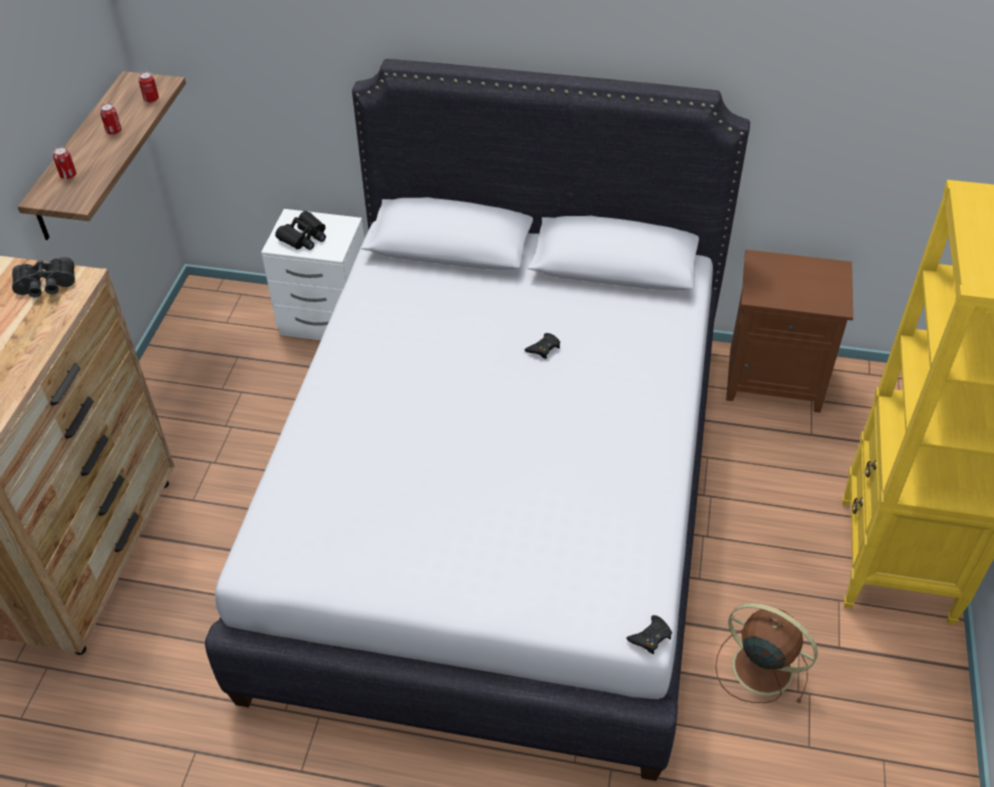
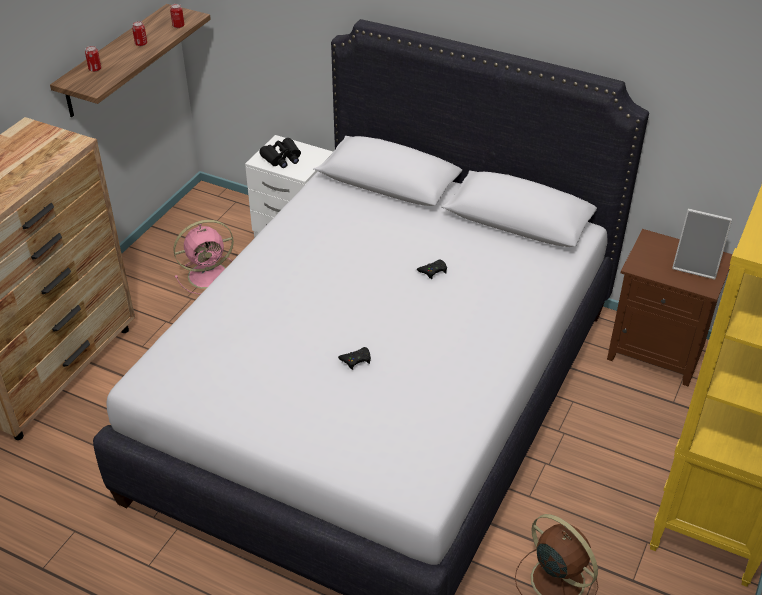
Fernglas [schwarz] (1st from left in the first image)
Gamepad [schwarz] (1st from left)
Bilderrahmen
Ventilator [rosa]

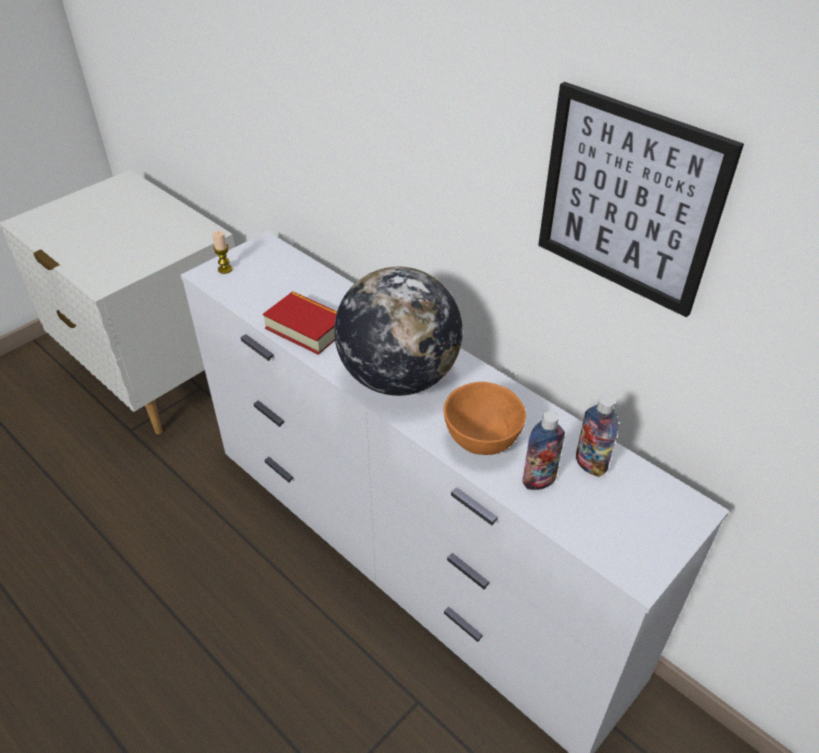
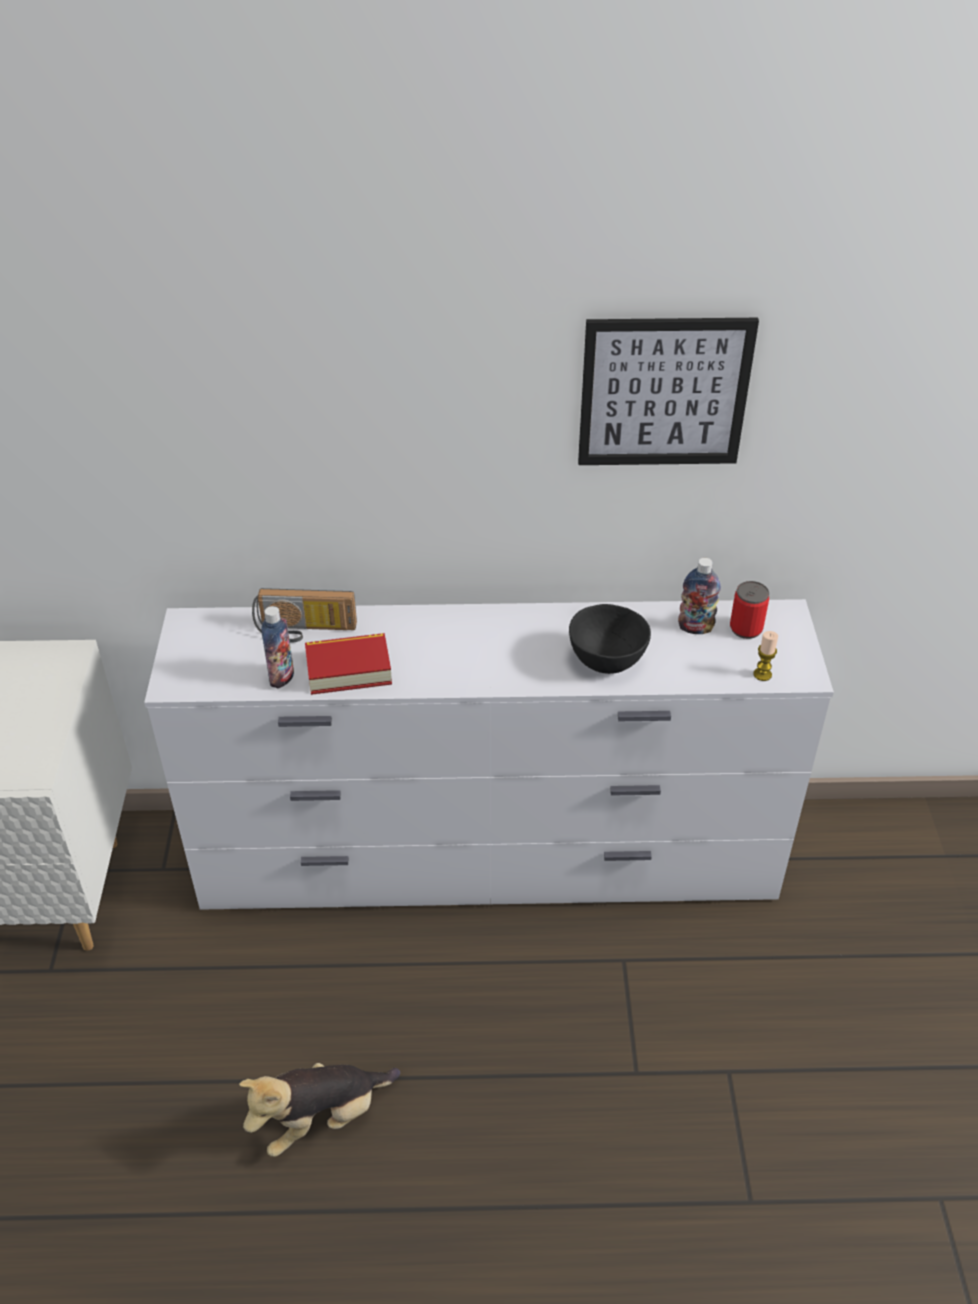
Kerze
Globus
Schüssel [schwarz]
Flasche (1st from left)
Dose
Radio
Plüschtier

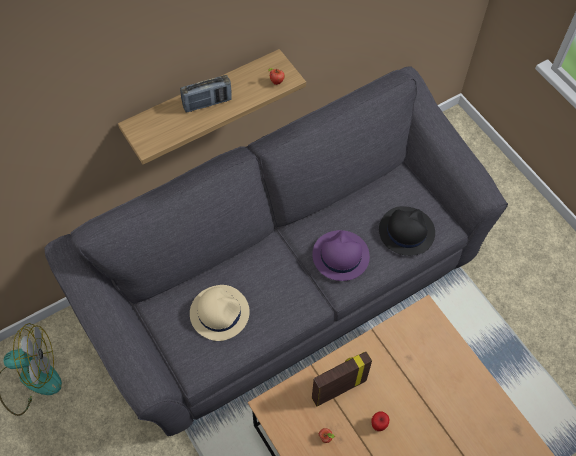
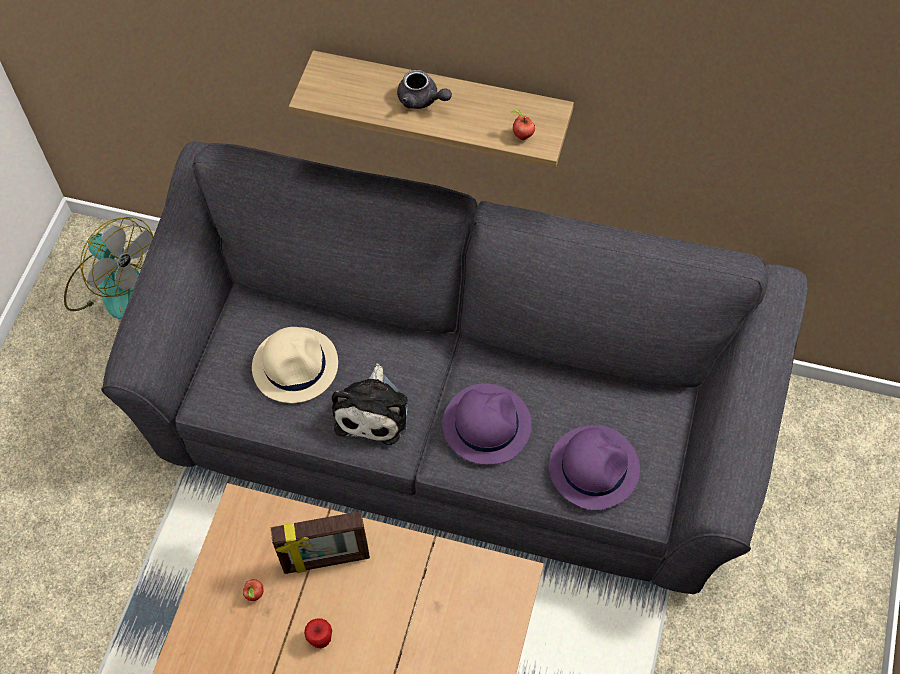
Teekanne [grau]
Hut [lila] (2nd from left)
Bilderrahmen
Plüschtier

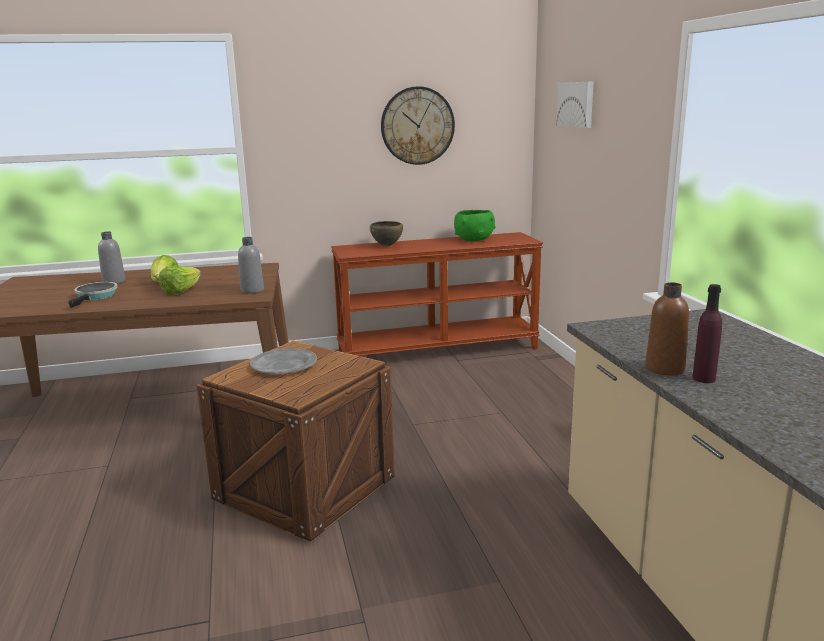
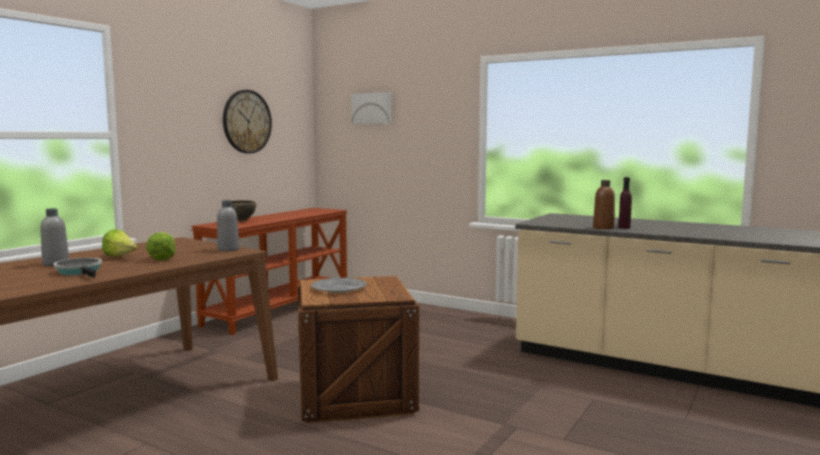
Schüssel [grün]

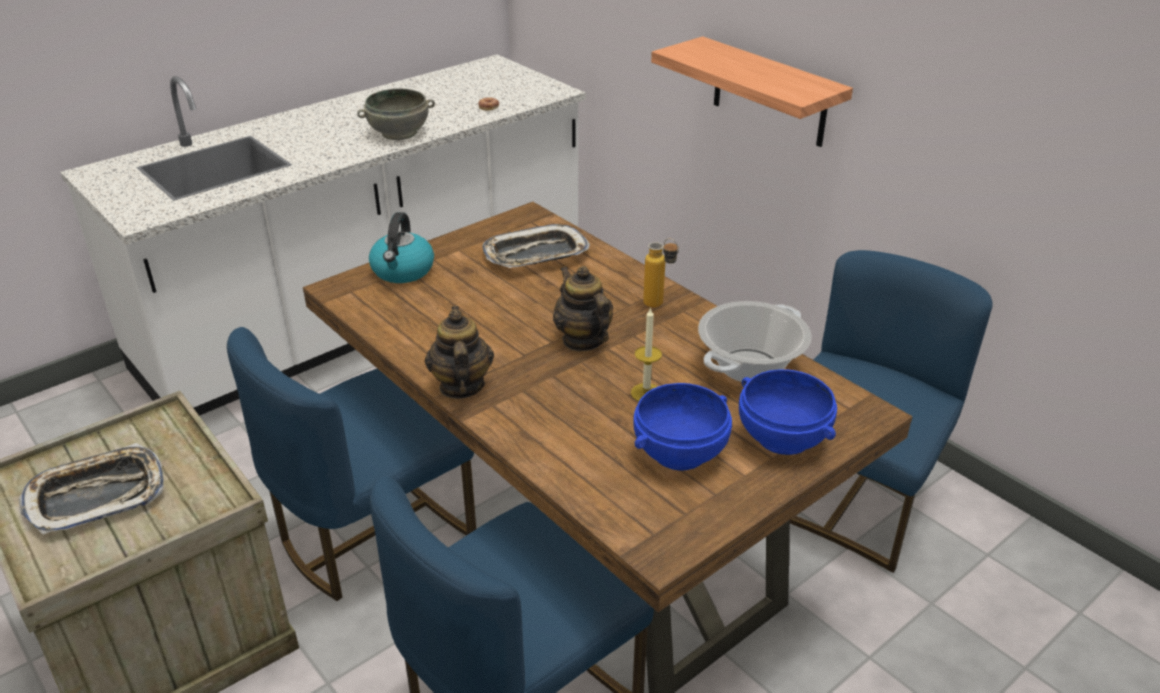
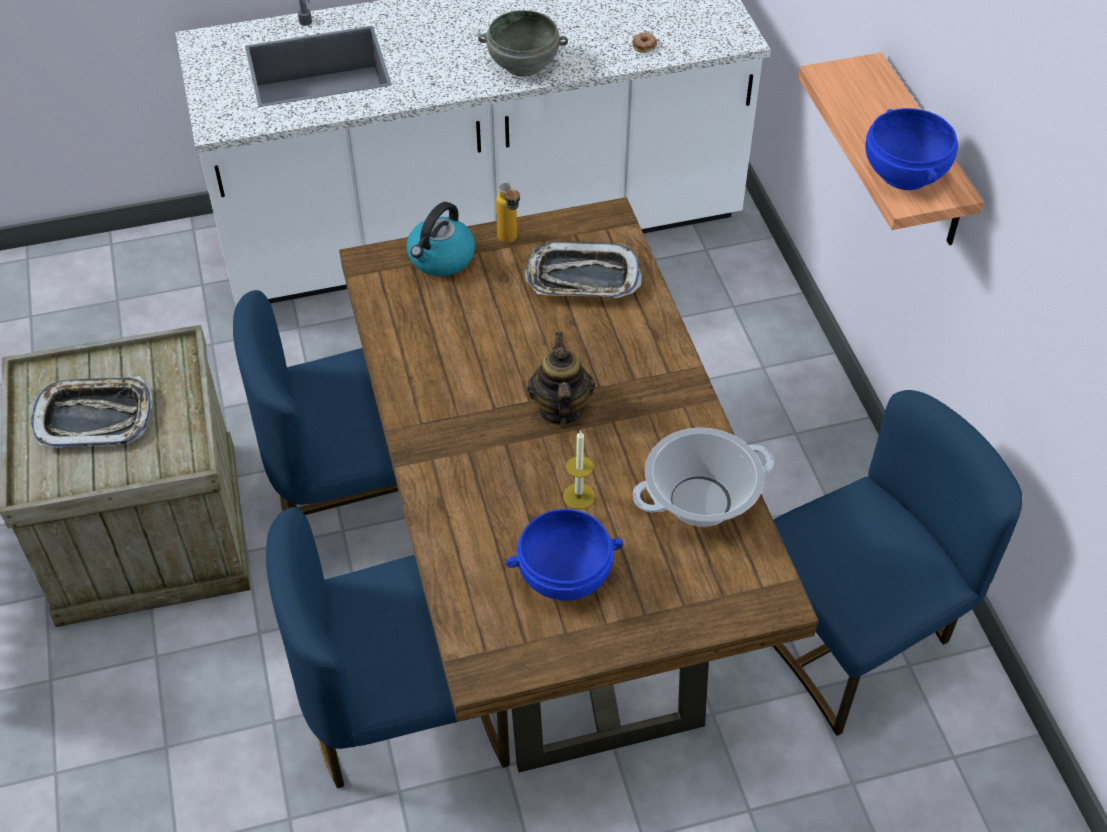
Flasche
Teekanne (1st from left in the first image)
Schüssel [blau] (2nd from left)

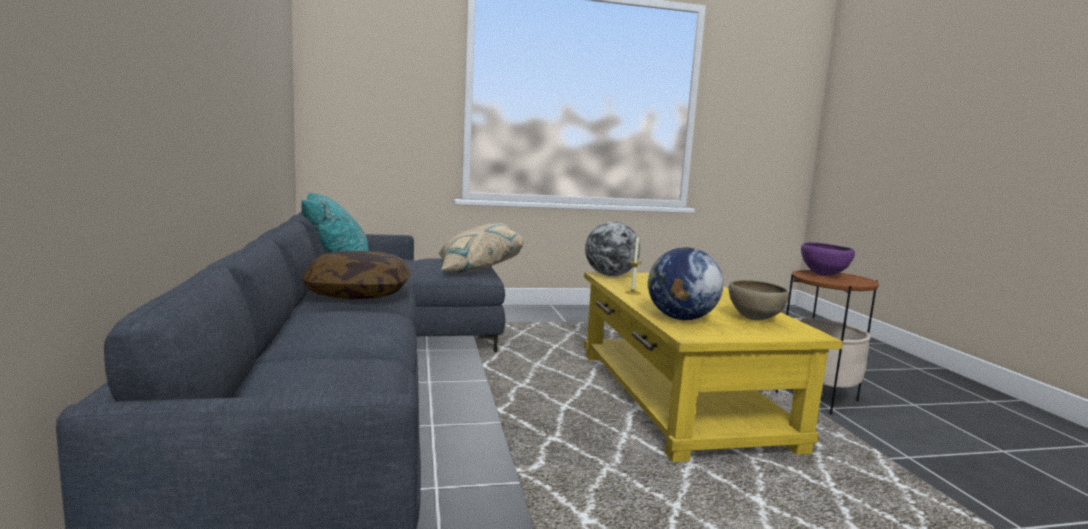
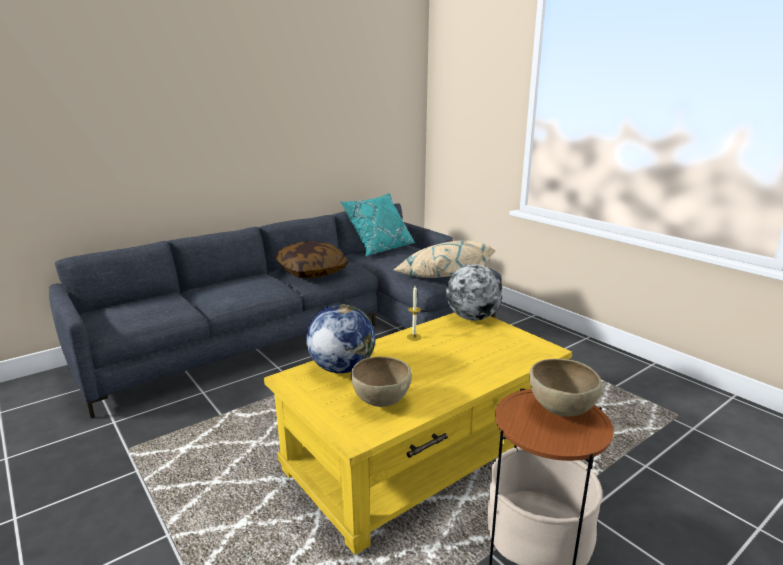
Schüssel [braun] (2nd from left)

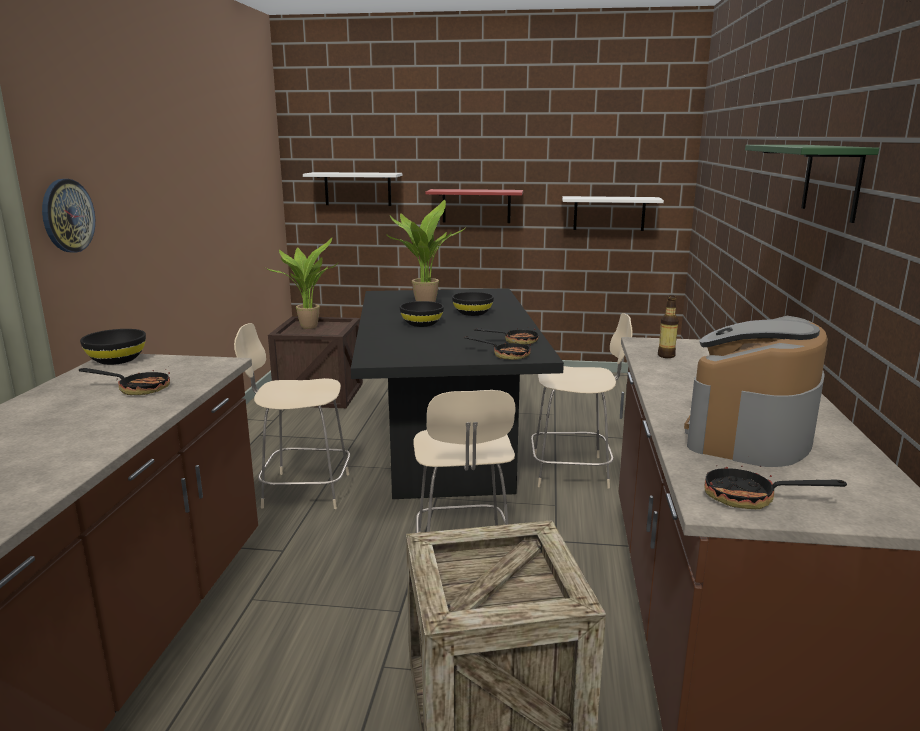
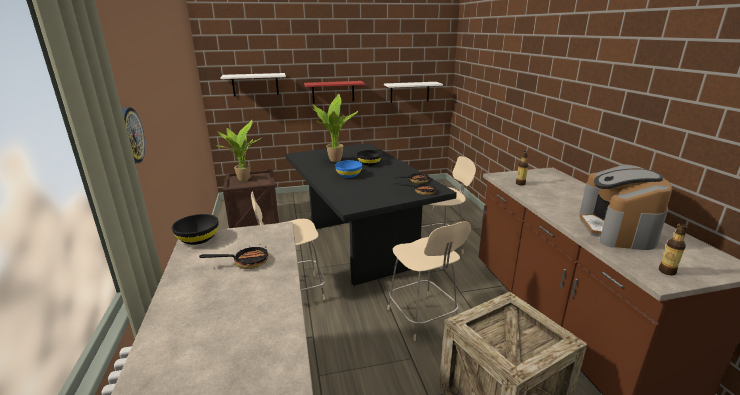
Wandregal [grün]
Schüssel [blau]
Flasche (2nd from left)

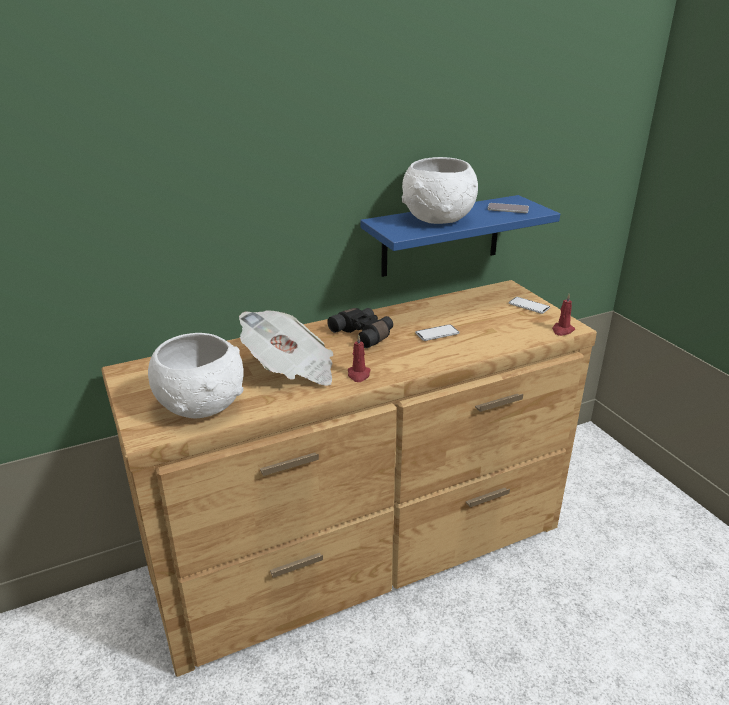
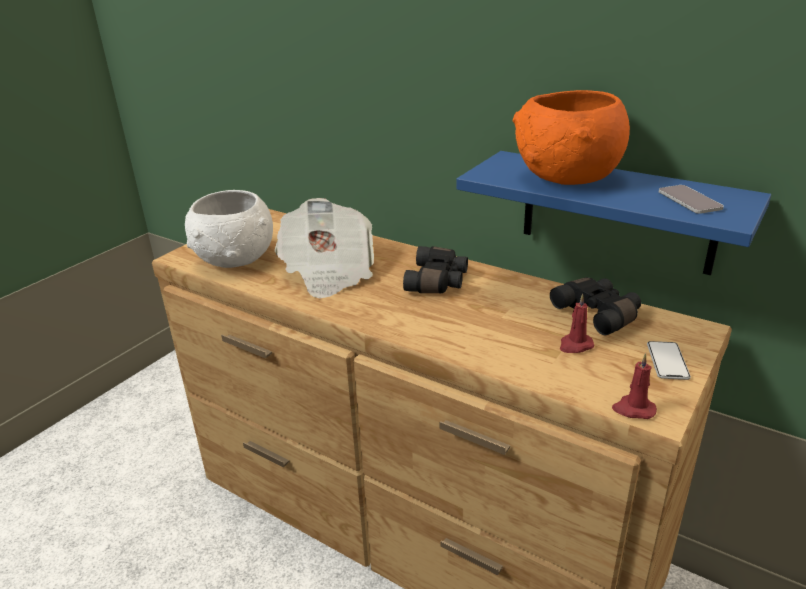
Schüssel [orange]
Handy (1st from left in the first image)
Kerze [rot] (1st from left)
Fernglas [schwarz] (2nd from left)

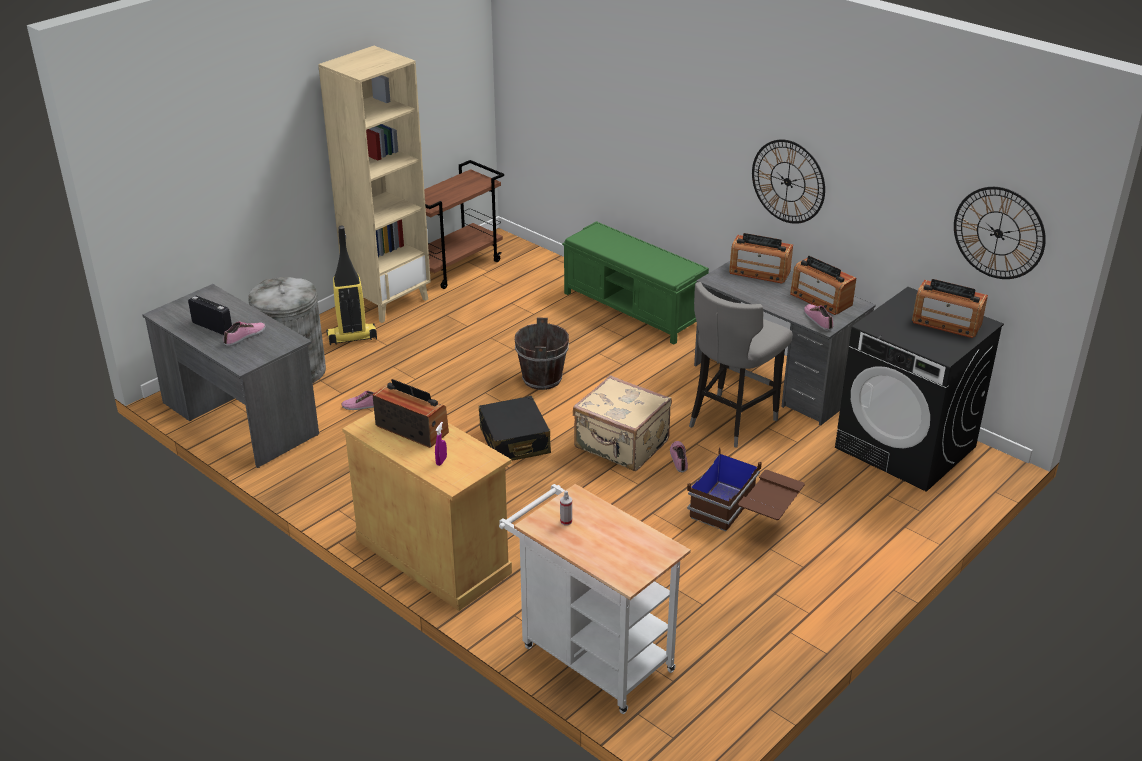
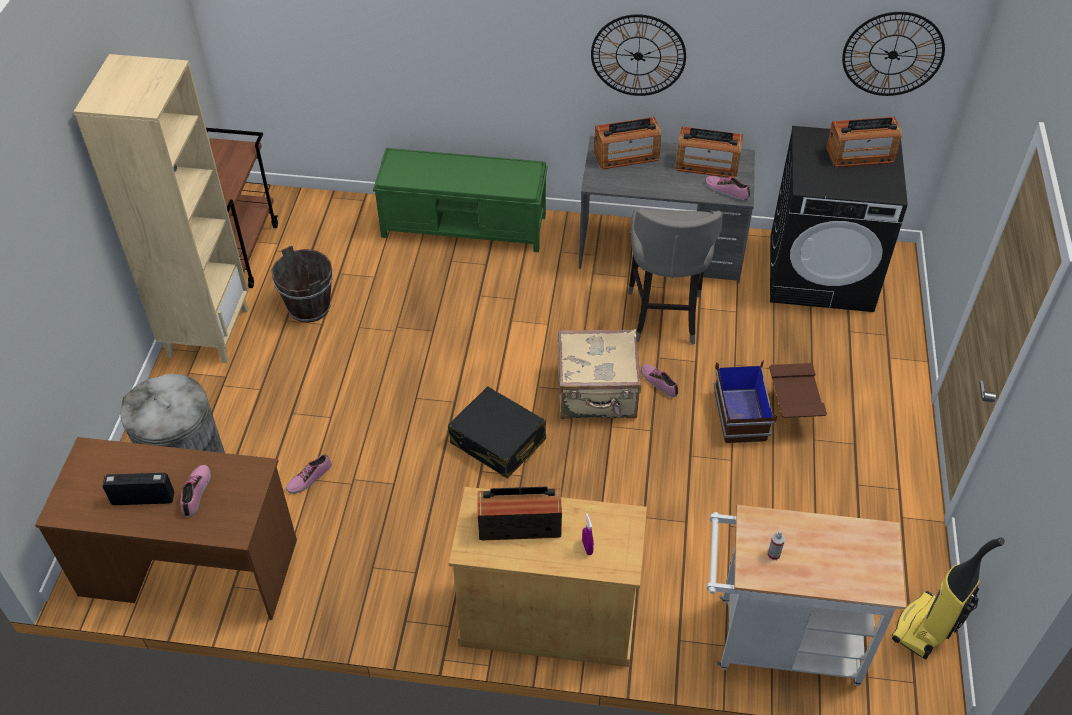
Staubsauger
Schreibtisch [braun]
Eimer [braun]

